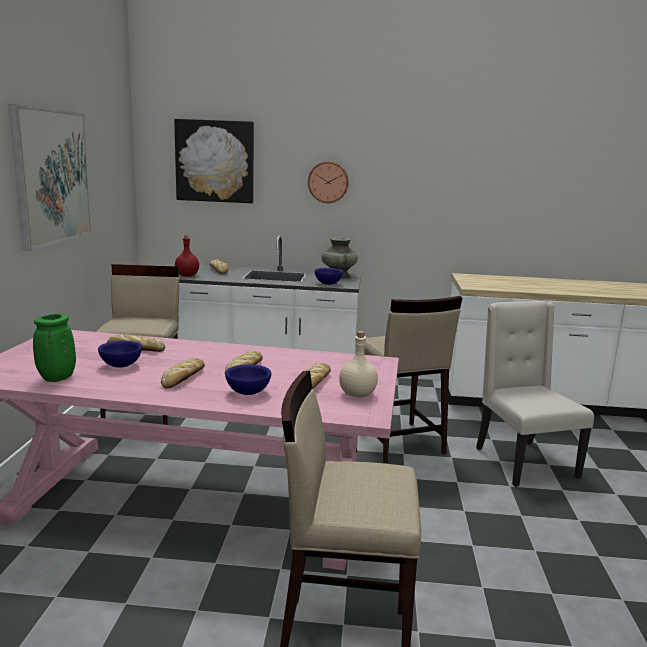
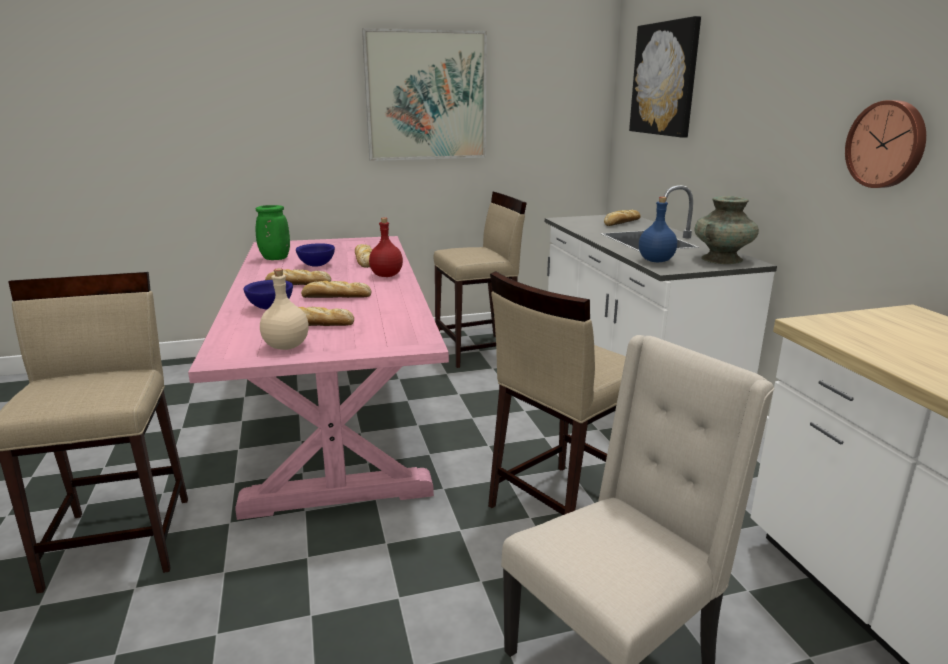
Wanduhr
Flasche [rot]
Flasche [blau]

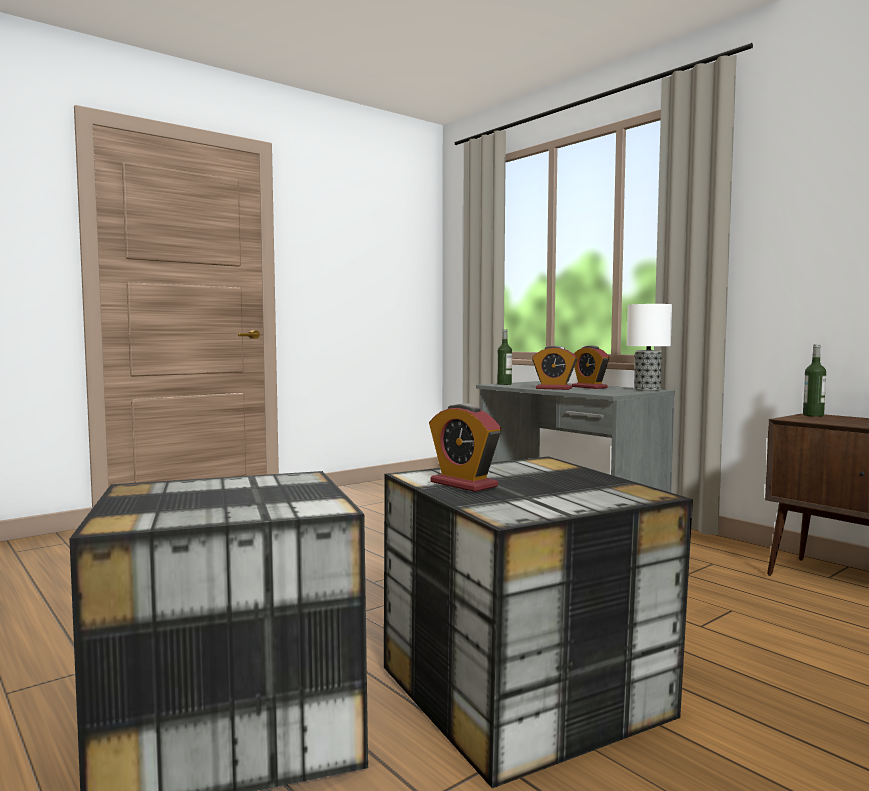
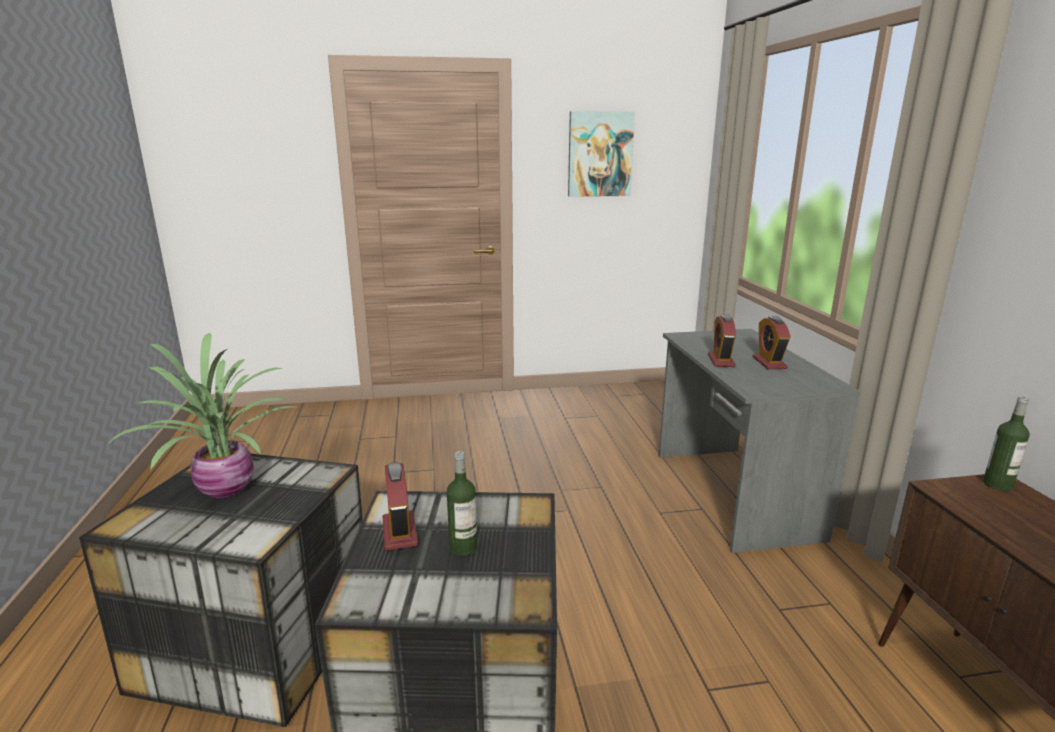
Tischlampe
Flasche (1st from left)
Wecker (2nd from left)
Bild
Topfpflanze

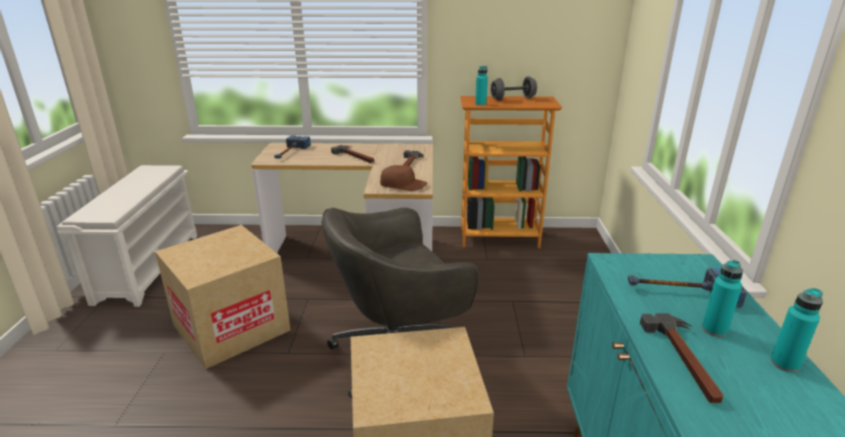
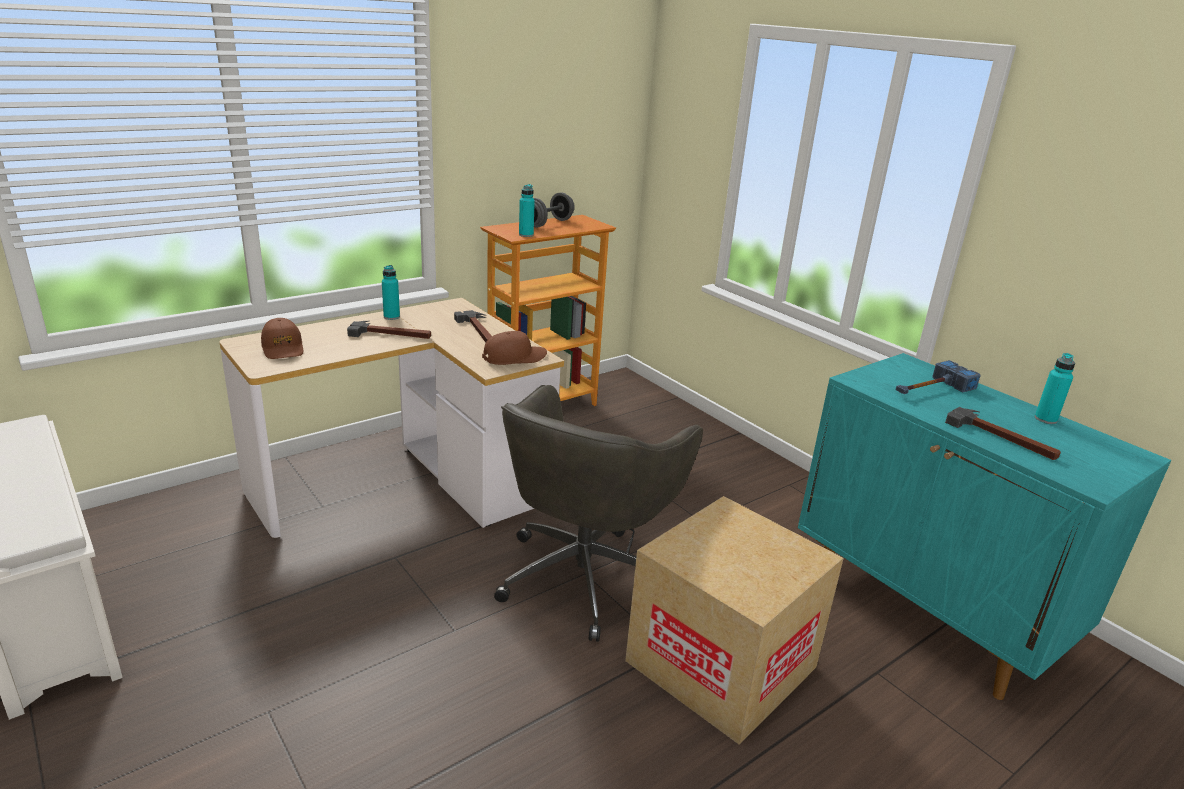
Kappe [braun] (1st from left)
Karton (1st from left in the first image)
Flasche [türkis] (1st from left)

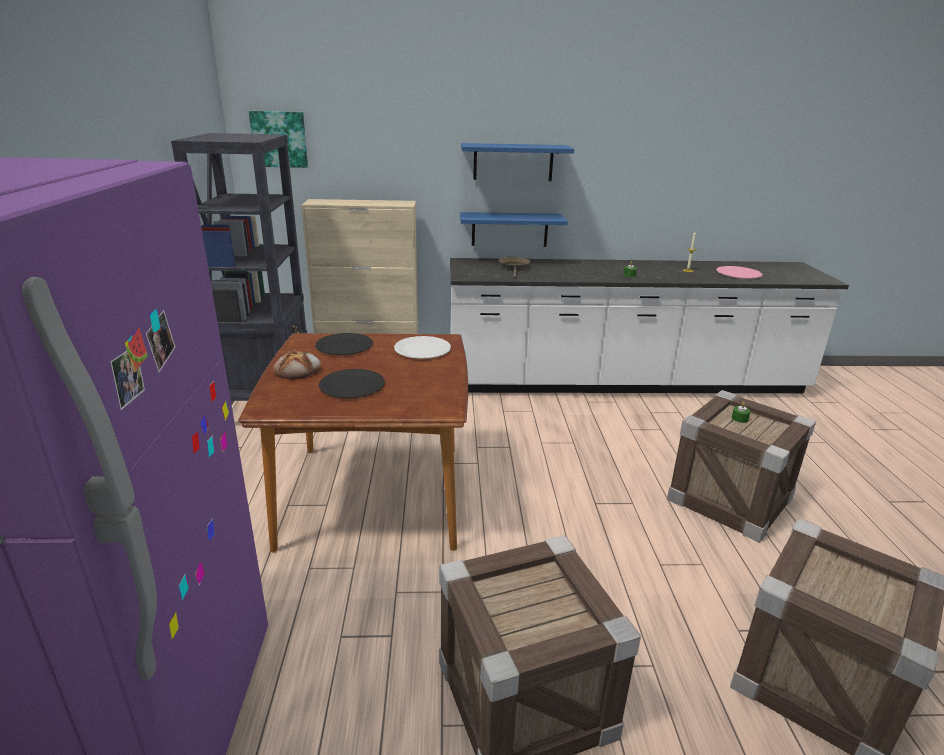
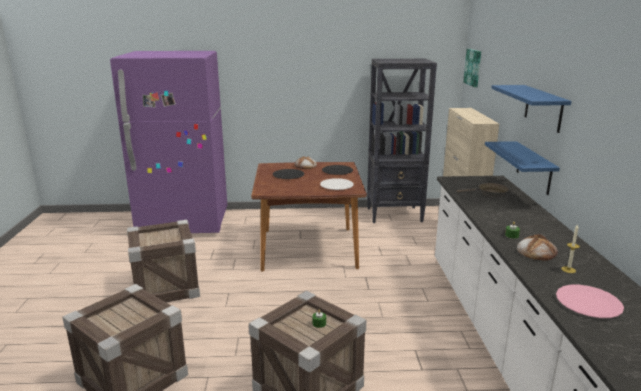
Brot (2nd from left)

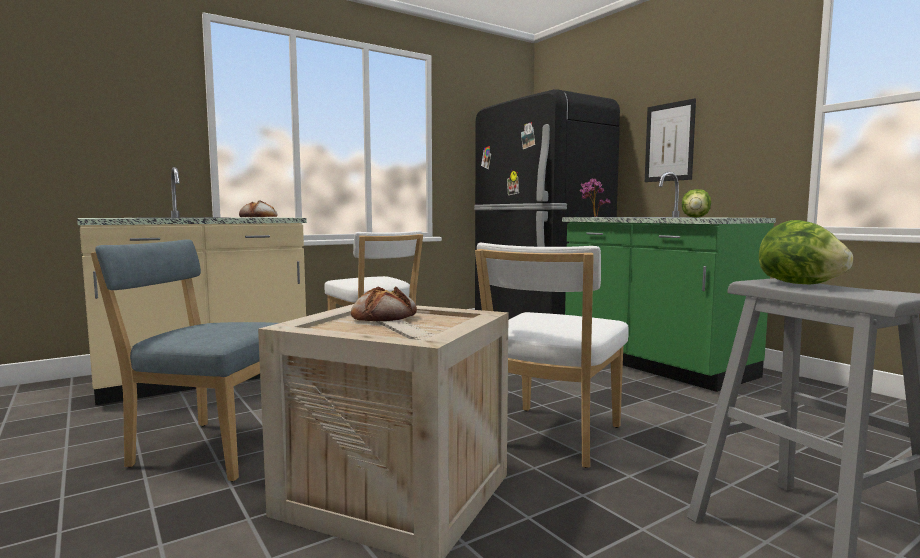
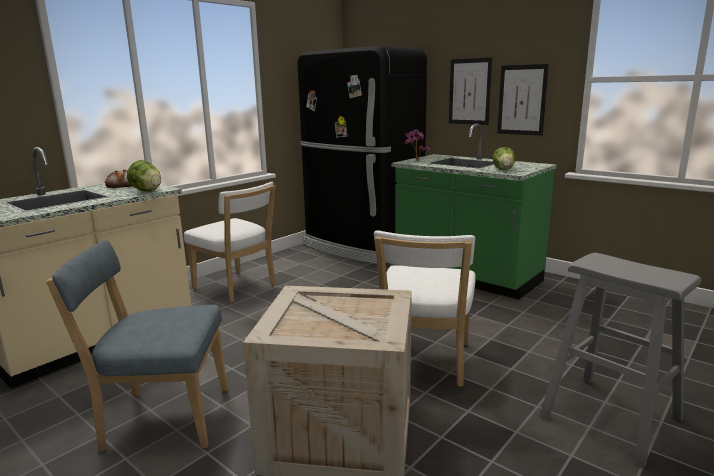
Salatkopf (1st from left)
Brot (2nd from left in the first image)
Bild (2nd from left)

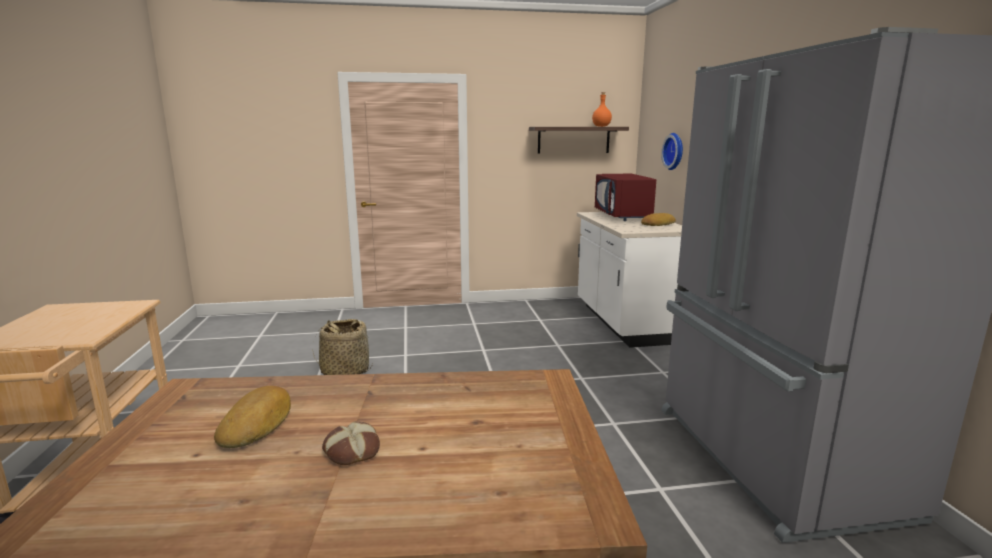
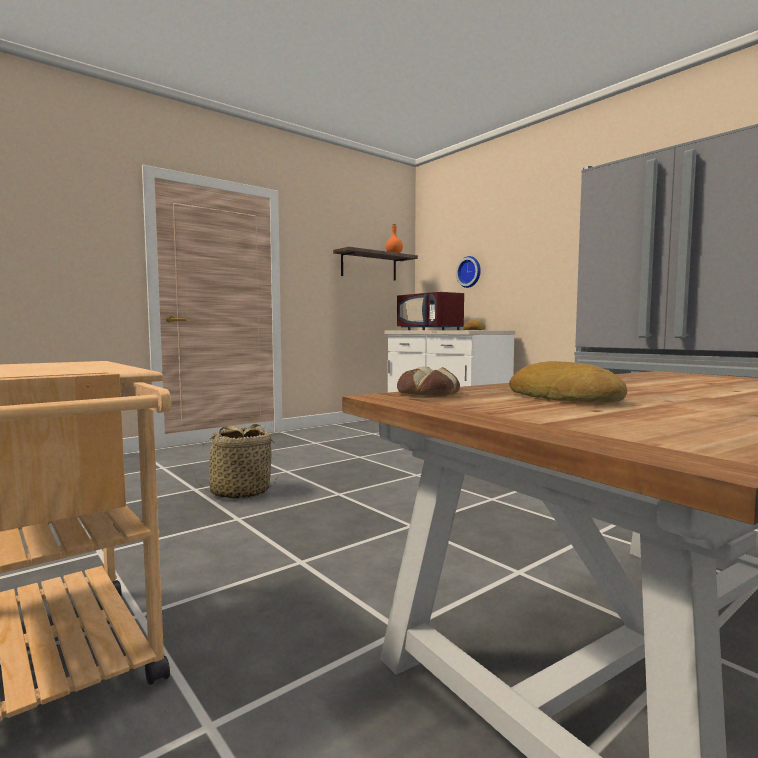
Brot (1st from left)

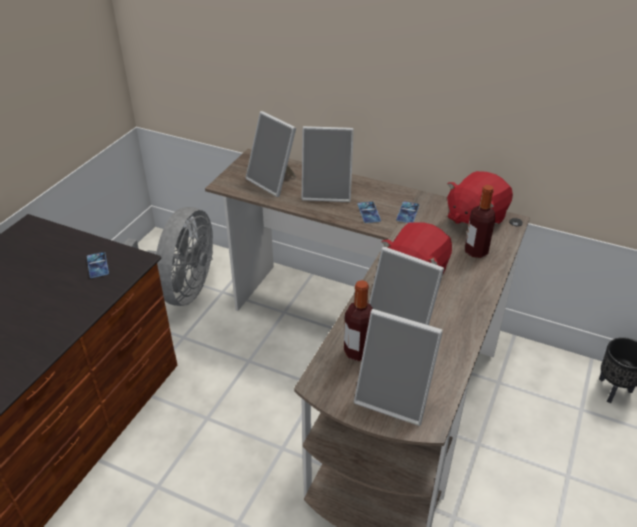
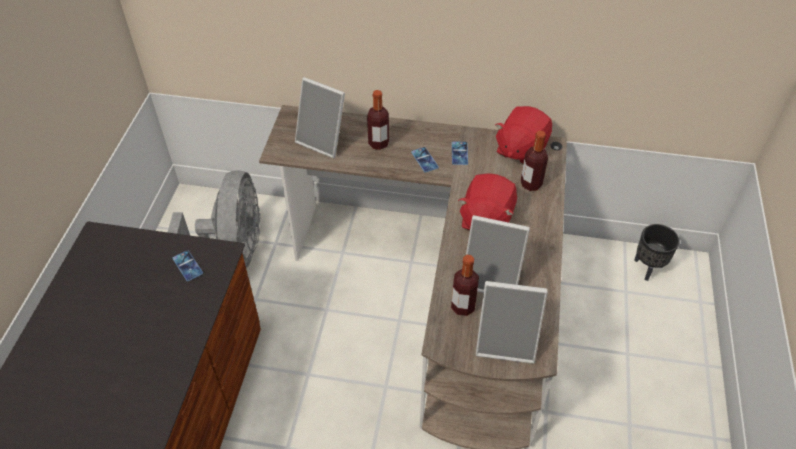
Flasche (1st from left)

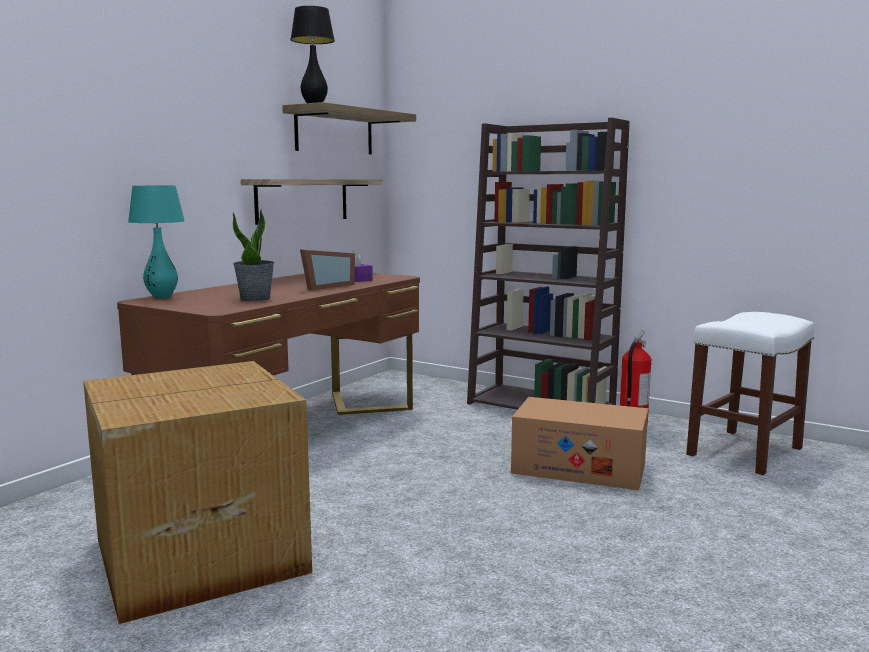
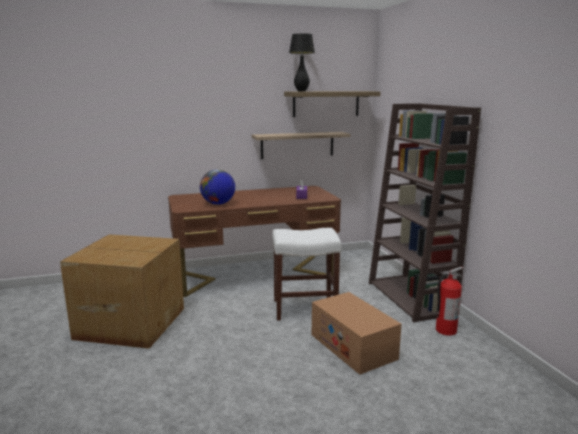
Tischlampe [türkis]
Globus
Bilderrahmen
Hocker [weiß]

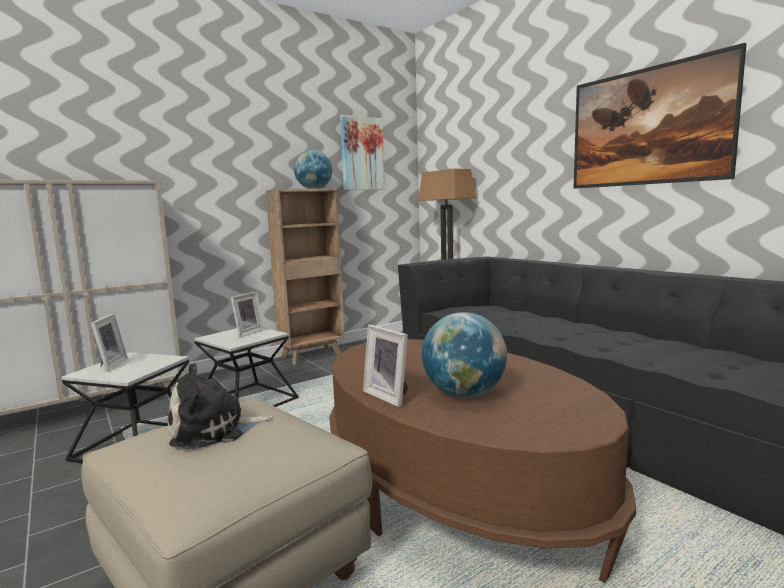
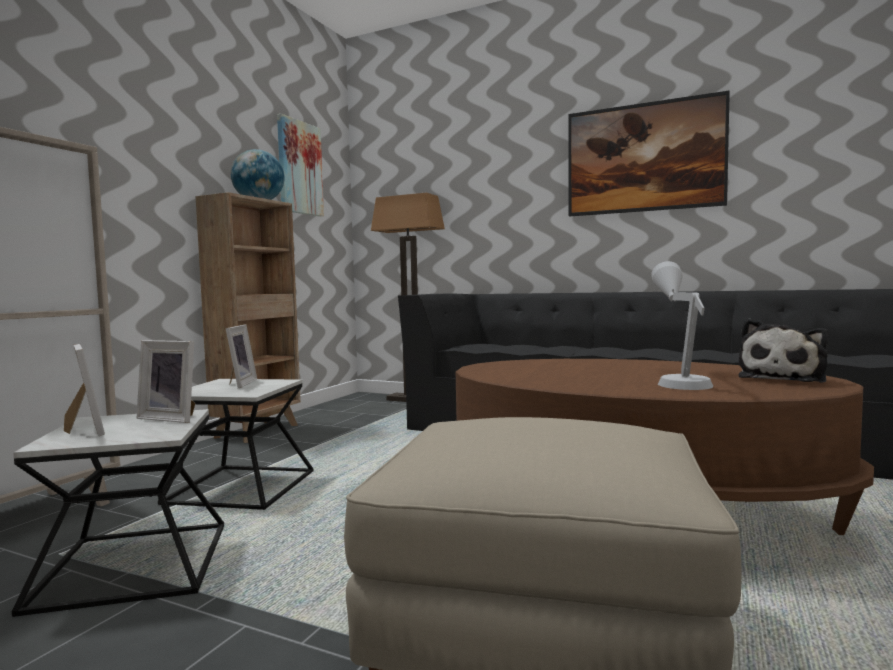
Tischlampe [grau]
Bilderrahmen (2nd from left)
Plüschtier

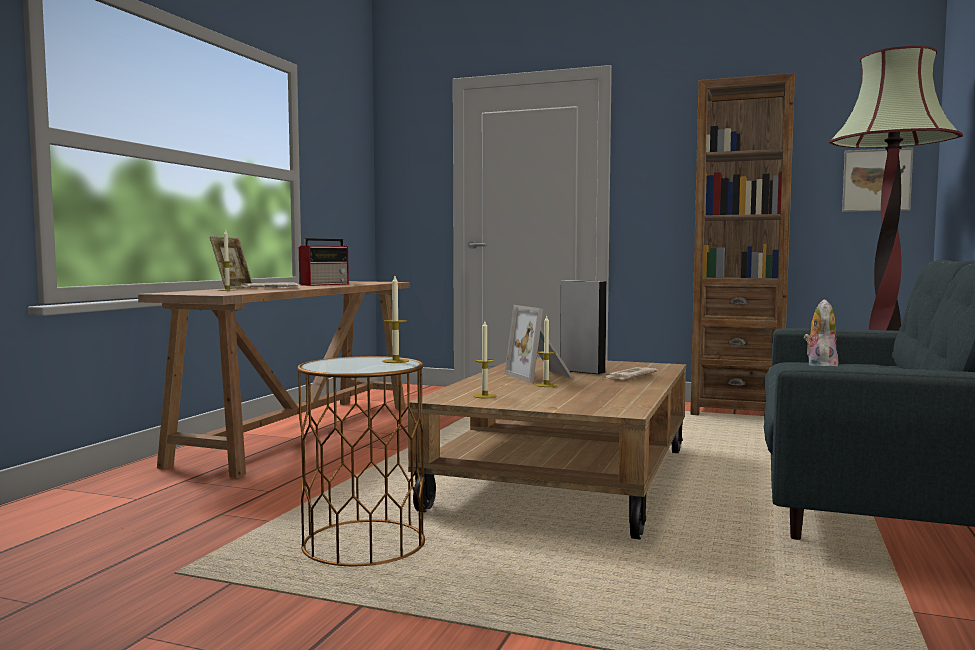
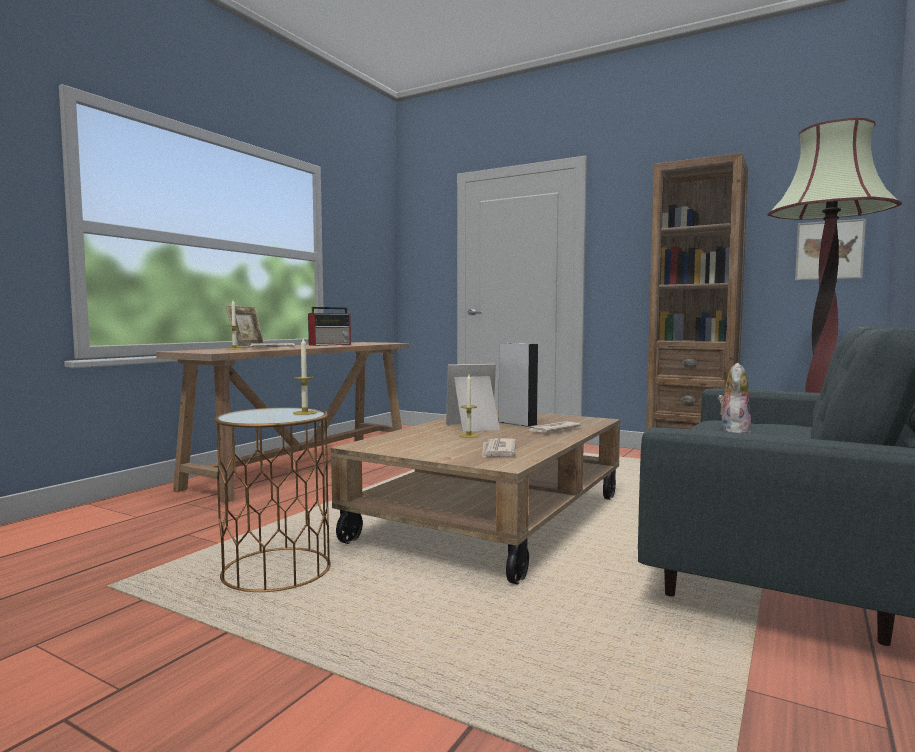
Bilderrahmen (2nd from left)
Kerze (3rd from left in the first image)
Zeitung (2nd from left)

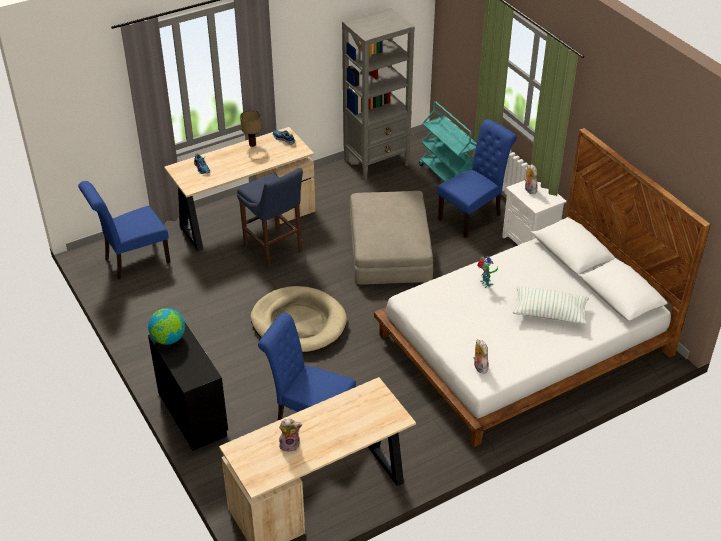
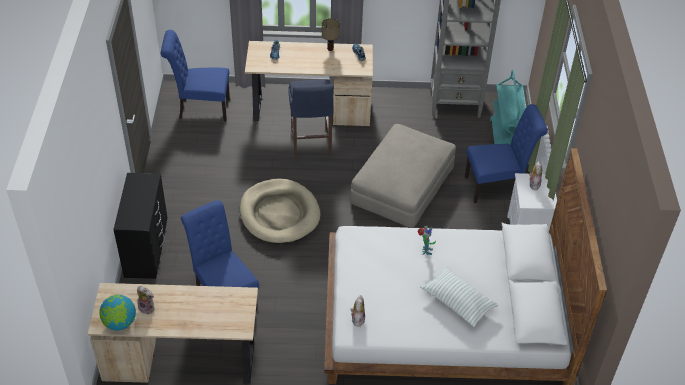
Globus

